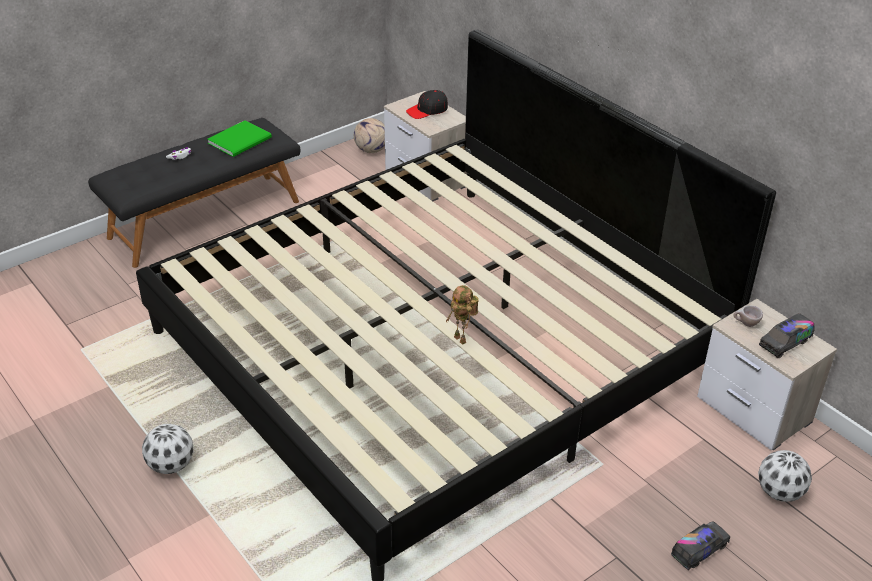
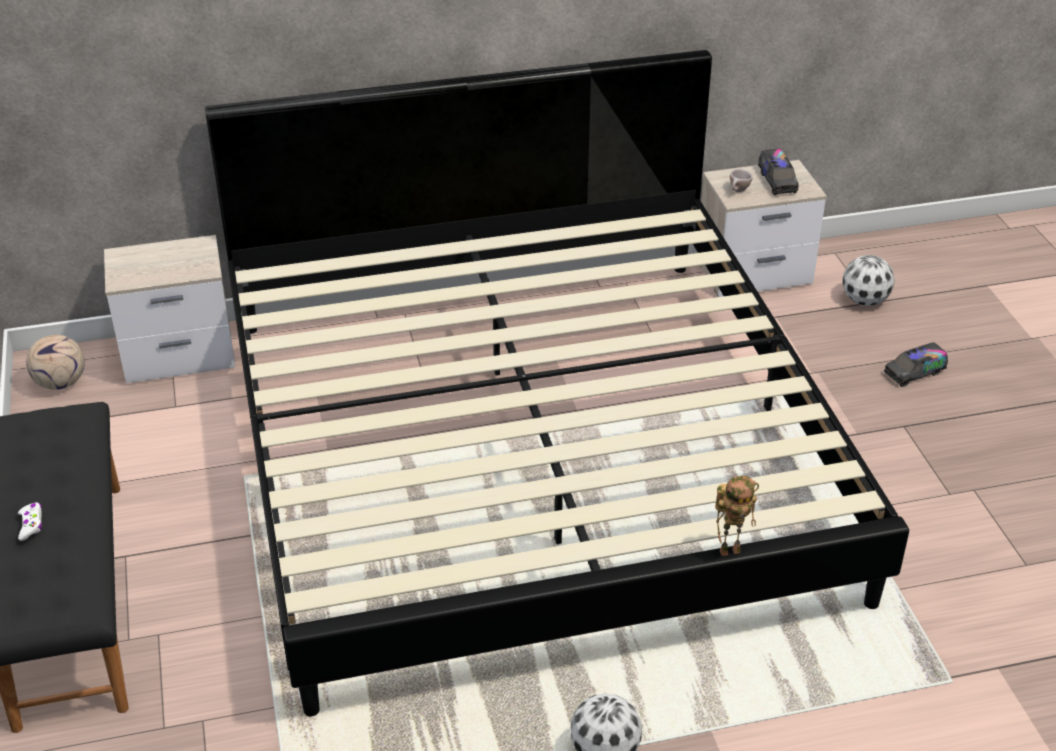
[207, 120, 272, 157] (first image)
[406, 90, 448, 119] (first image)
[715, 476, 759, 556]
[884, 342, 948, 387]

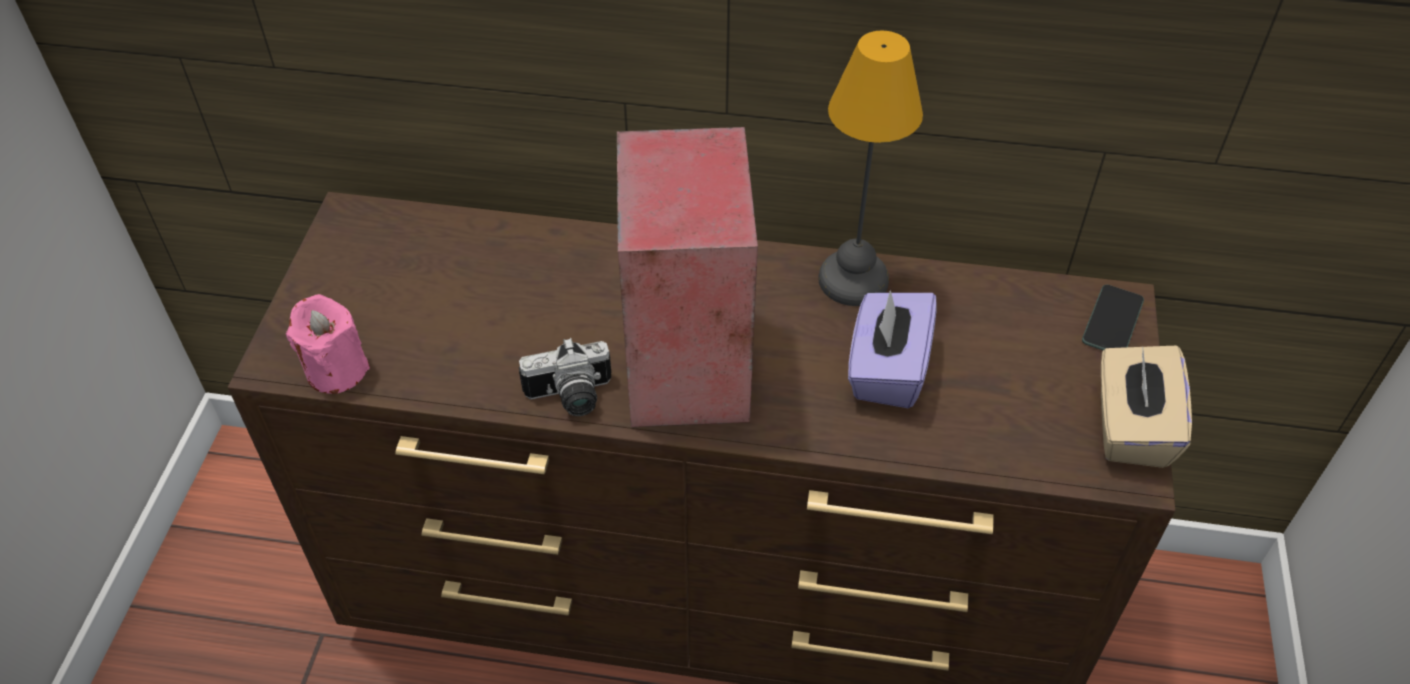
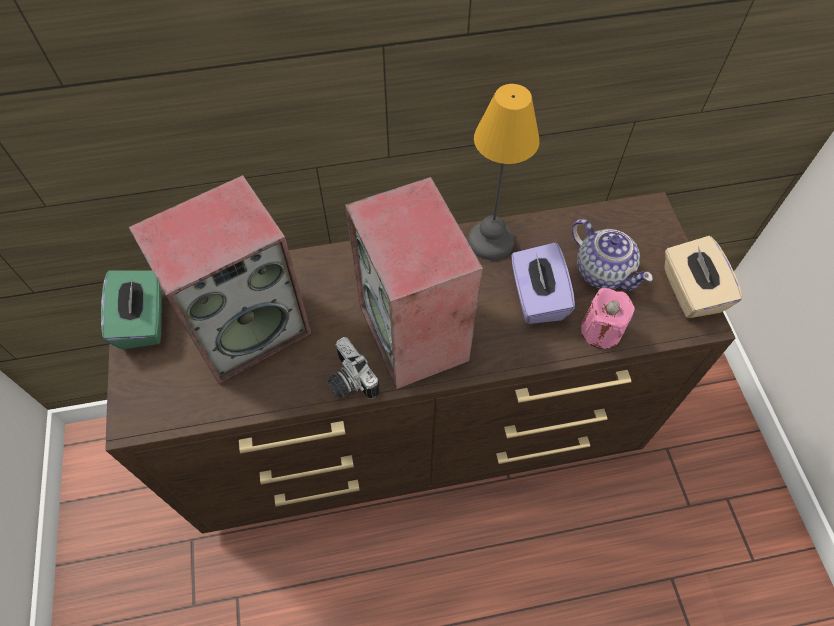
[1082, 285, 1144, 350] (first image)
[101, 270, 162, 349]
[129, 175, 311, 384]
[572, 219, 653, 291]
[581, 288, 635, 349]
[327, 337, 379, 399]

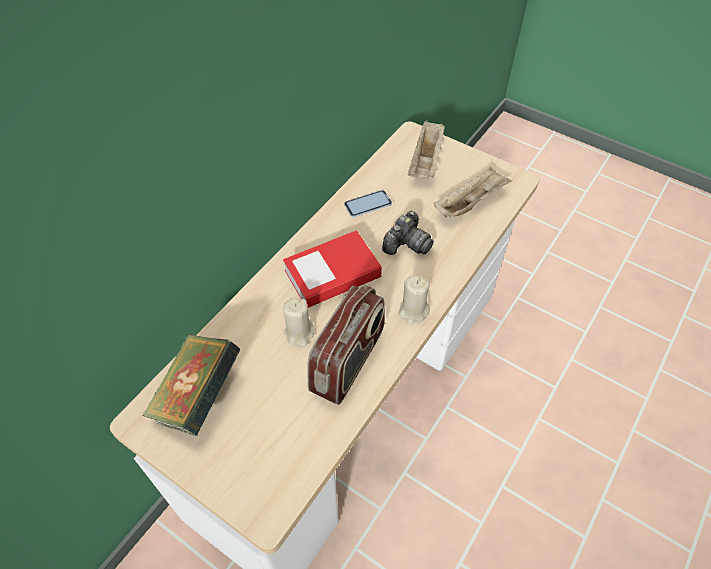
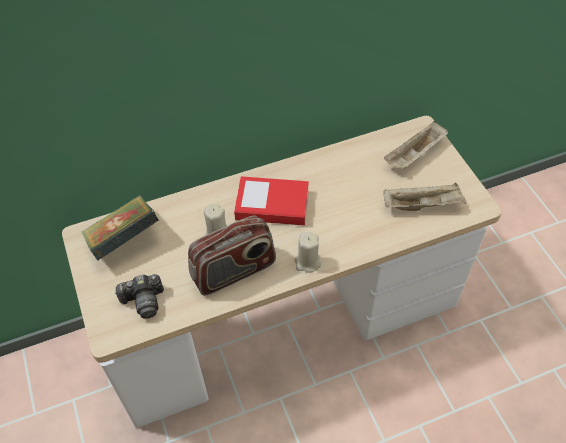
[344, 190, 392, 217] (first image)
[114, 274, 164, 319]

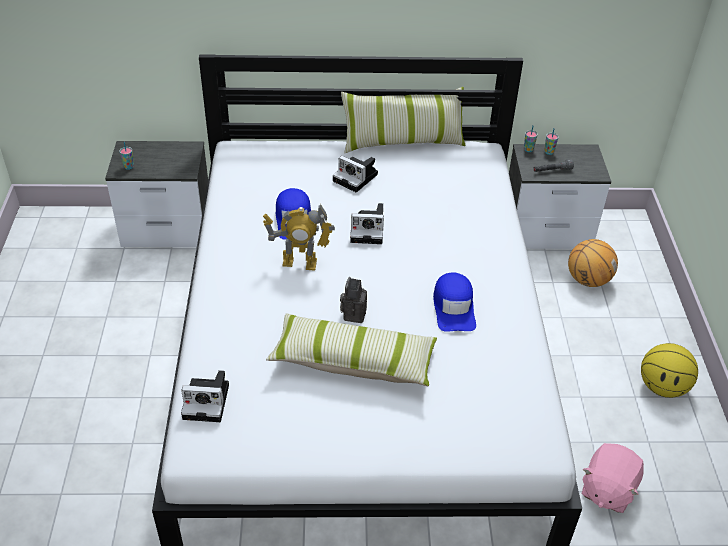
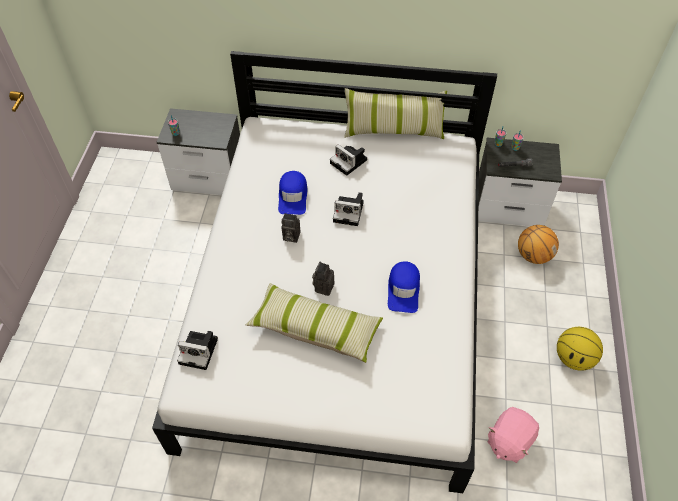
[281, 213, 301, 243]

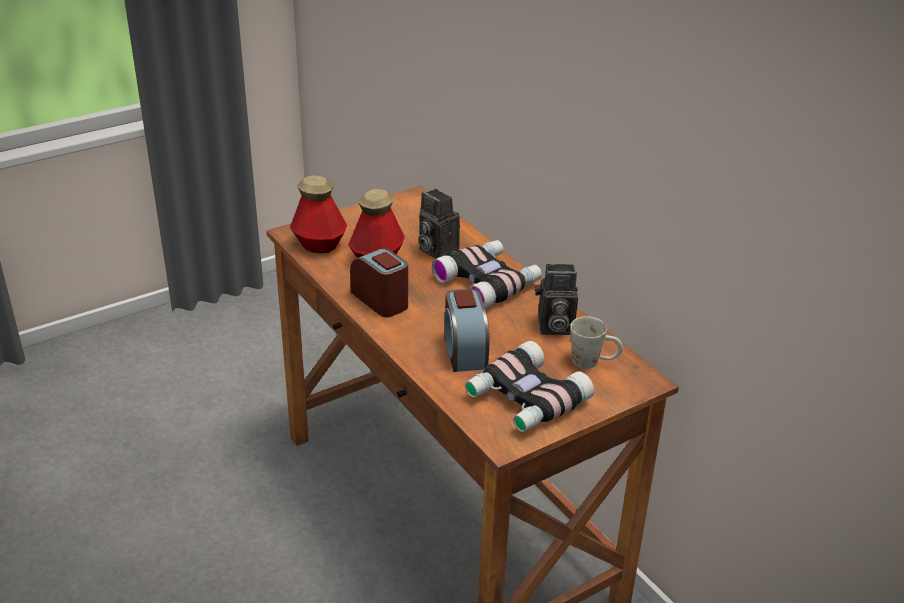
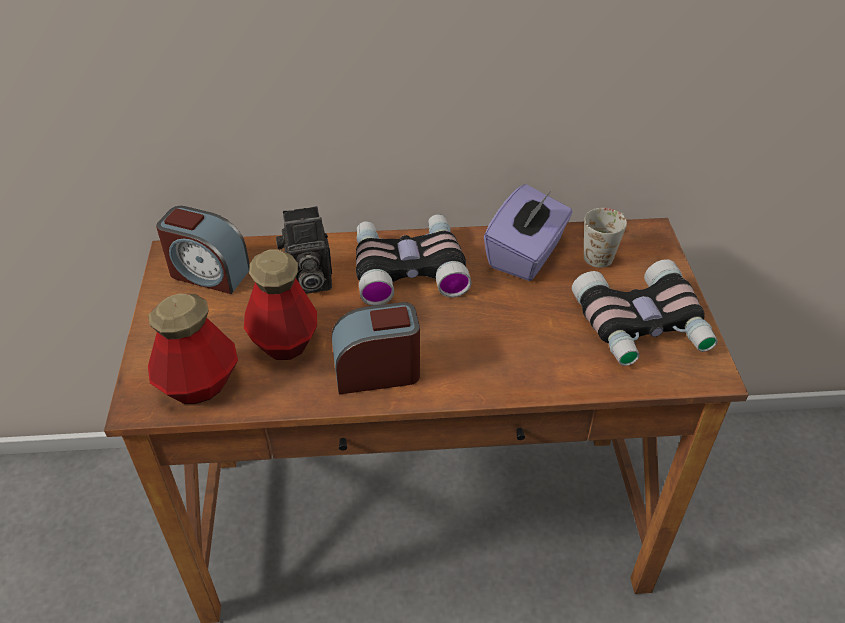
[156, 206, 250, 294]
[484, 184, 573, 281]

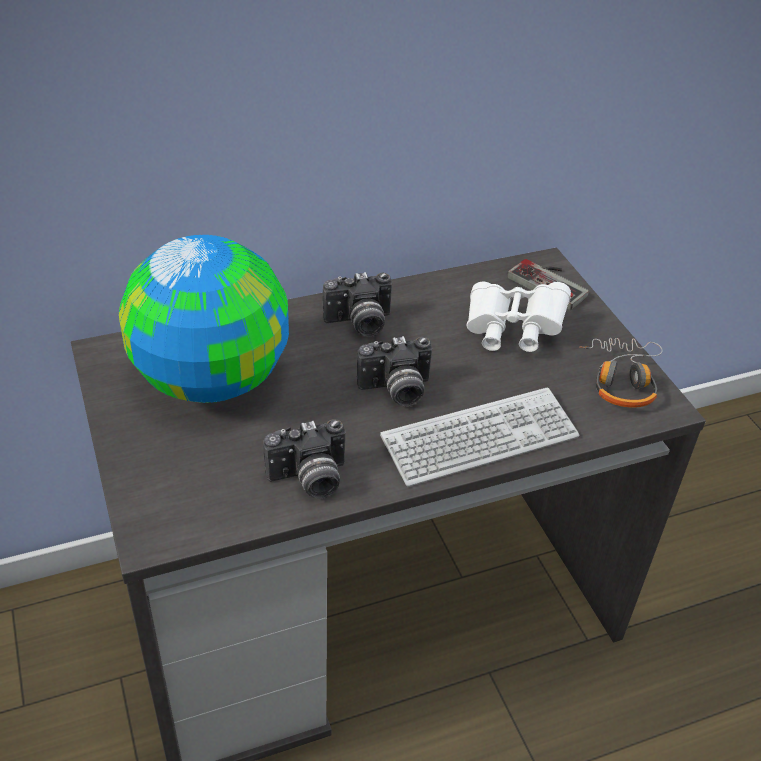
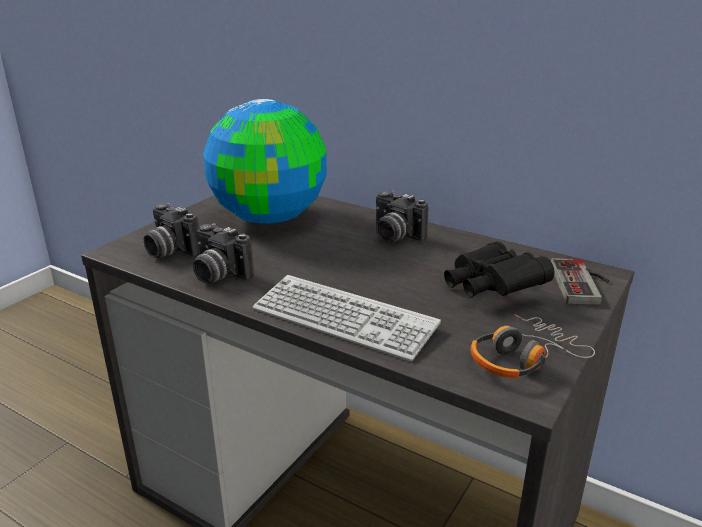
[144, 203, 200, 258]
[444, 241, 555, 298]

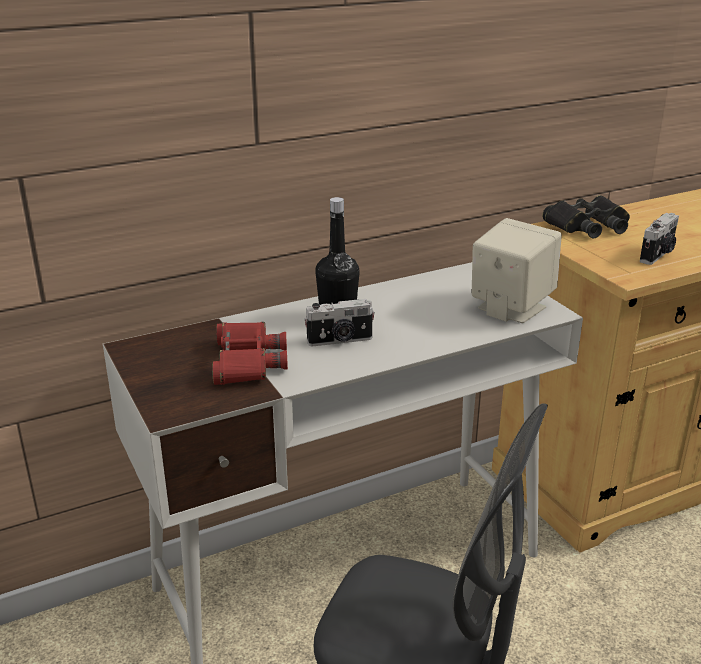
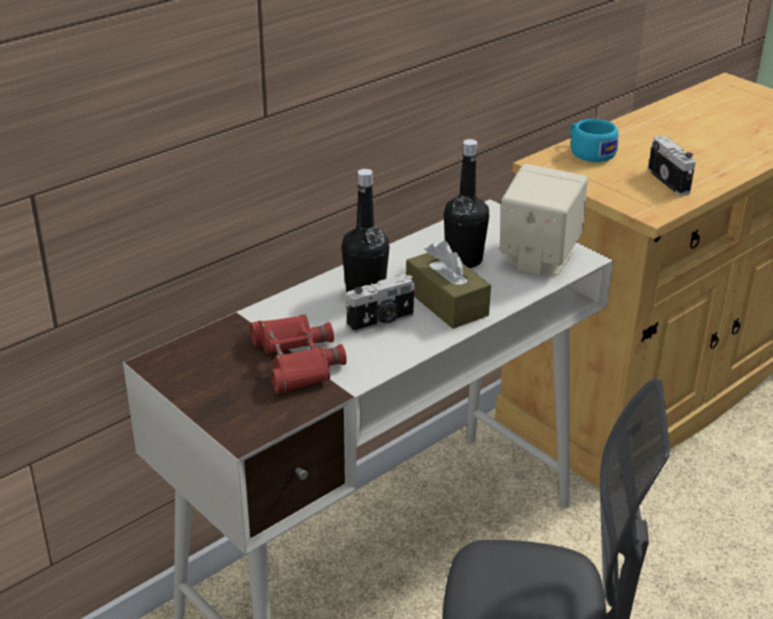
[406, 241, 491, 329]
[444, 139, 490, 268]
[570, 119, 618, 162]
[648, 136, 696, 196]

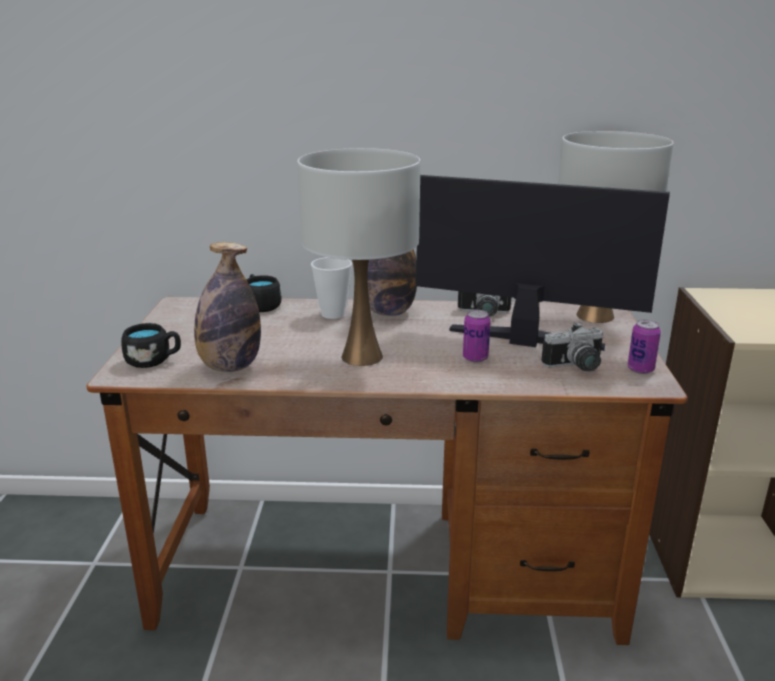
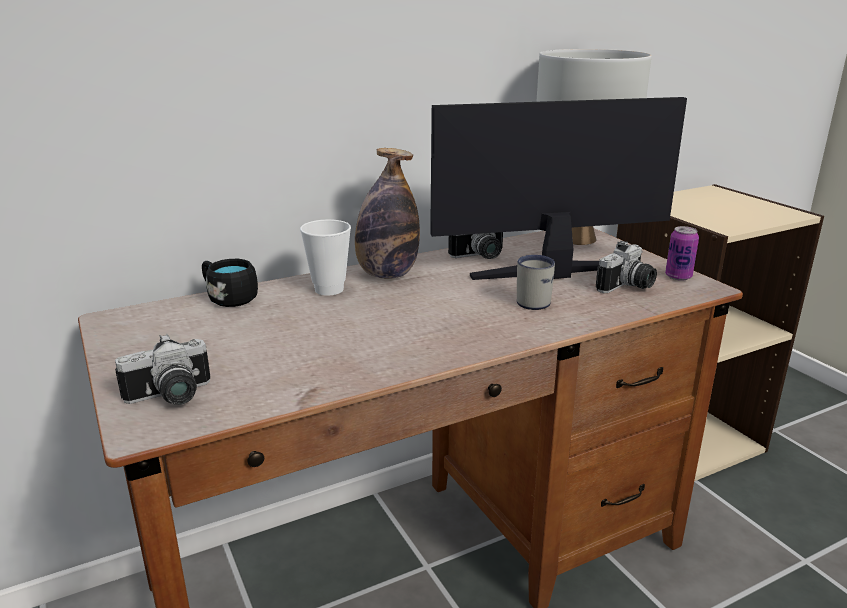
[194, 242, 261, 372] (first image)
[297, 148, 421, 366] (first image)
[115, 334, 210, 405]
[517, 255, 555, 310]

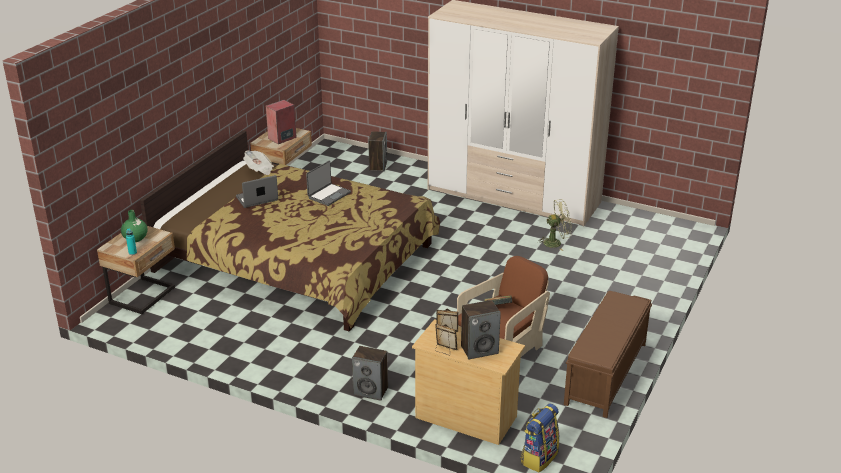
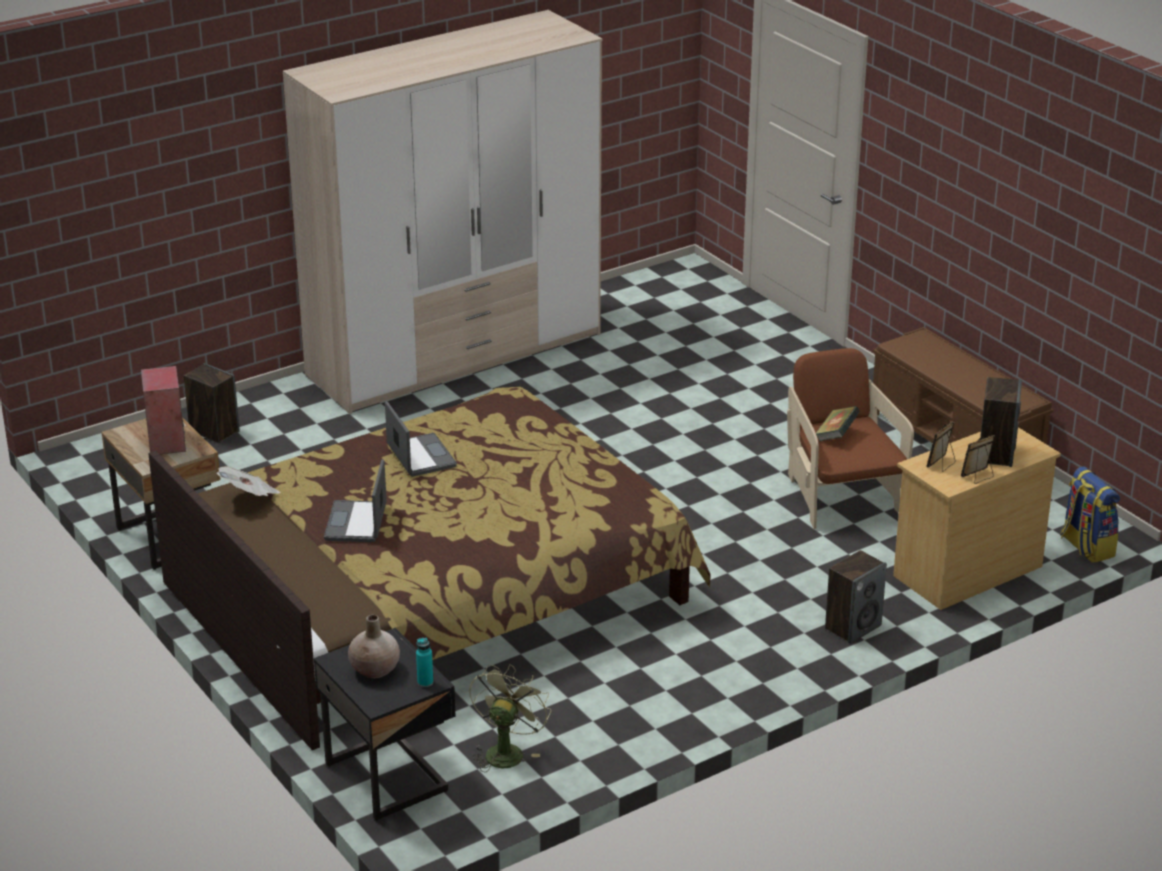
[469, 664, 551, 772]
[314, 628, 456, 821]
[348, 615, 400, 678]

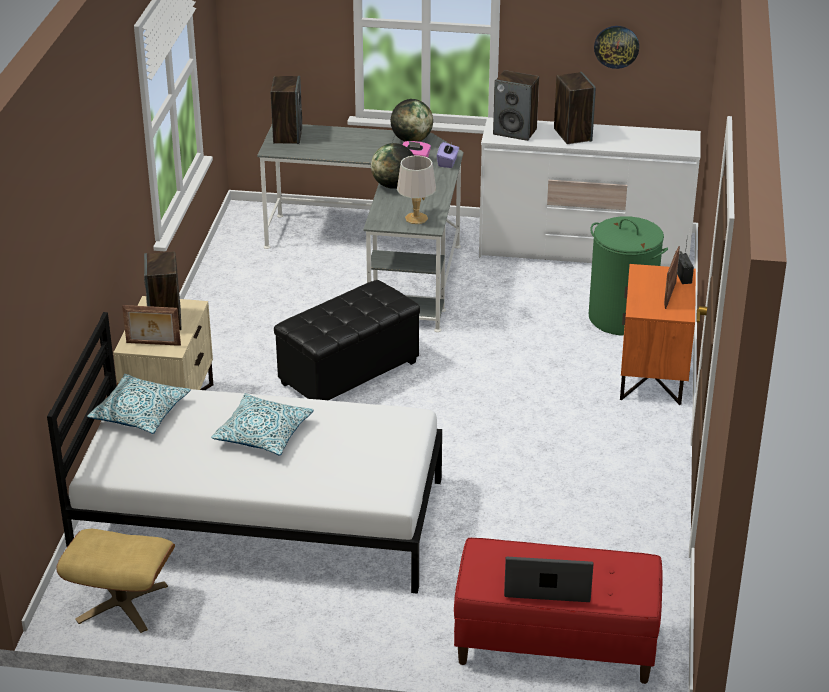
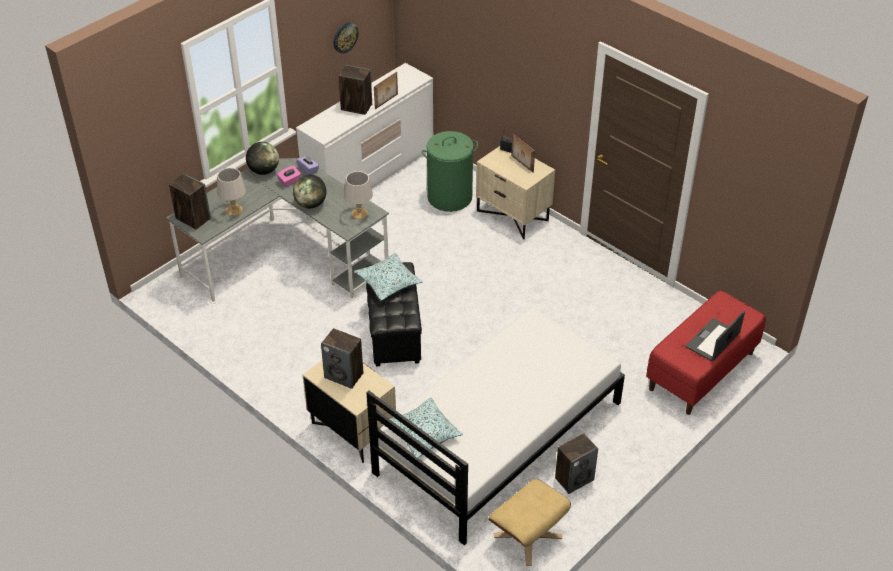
[217, 168, 246, 216]
[374, 72, 398, 109]
[354, 253, 422, 301]
[555, 433, 598, 494]
[476, 146, 555, 239]

